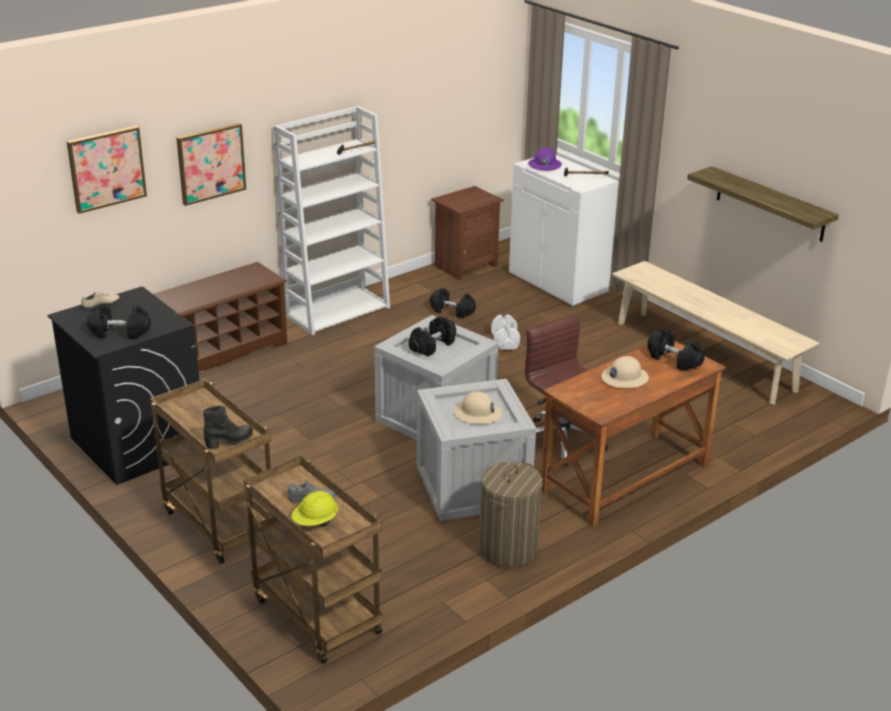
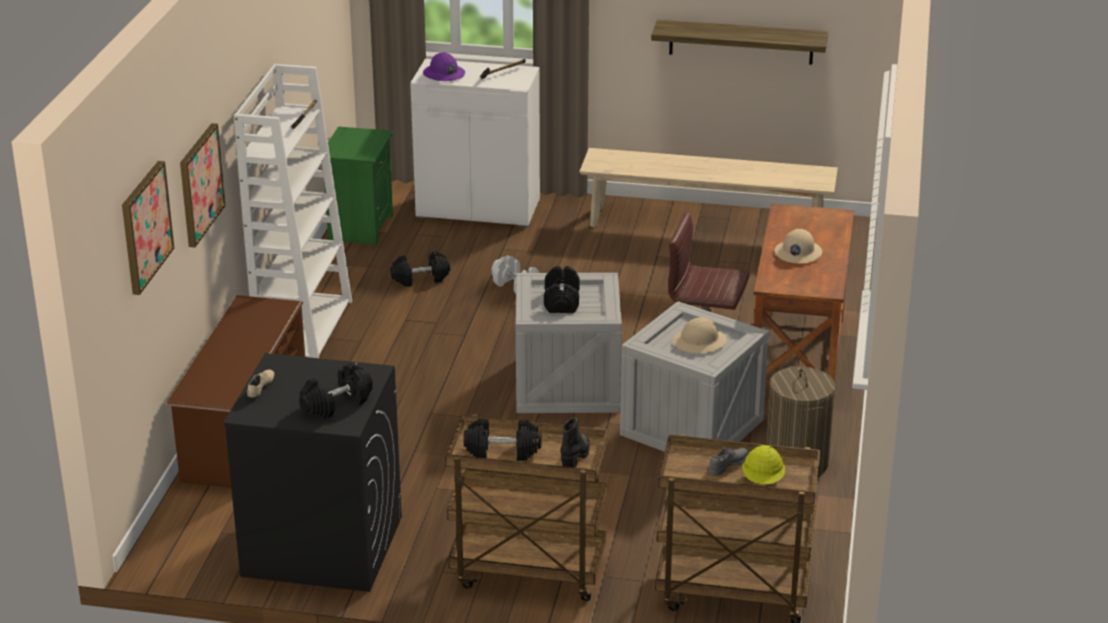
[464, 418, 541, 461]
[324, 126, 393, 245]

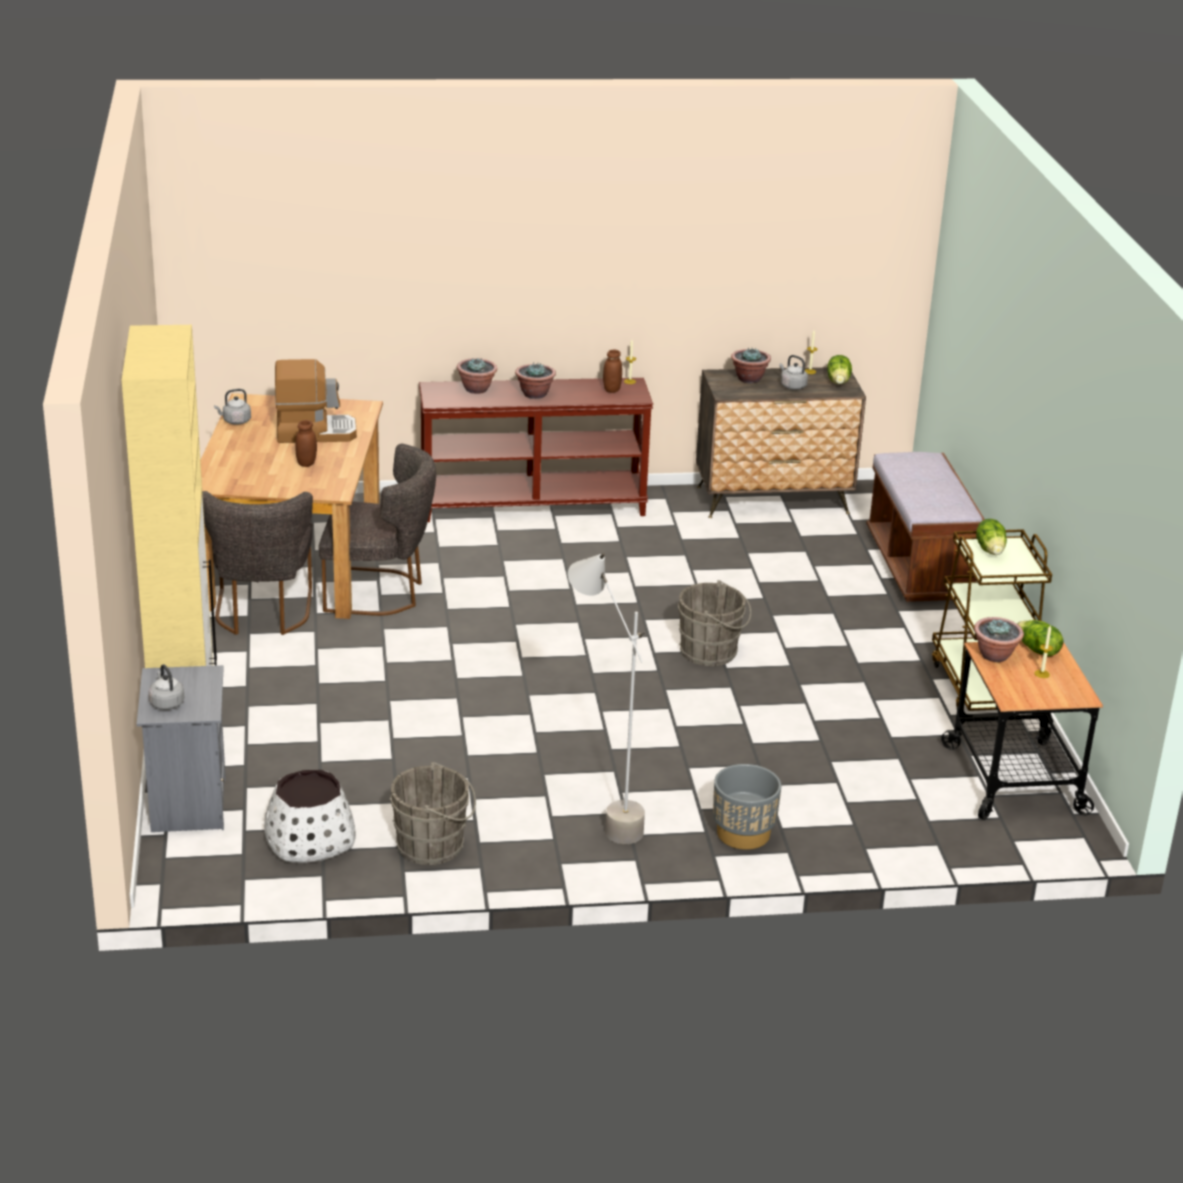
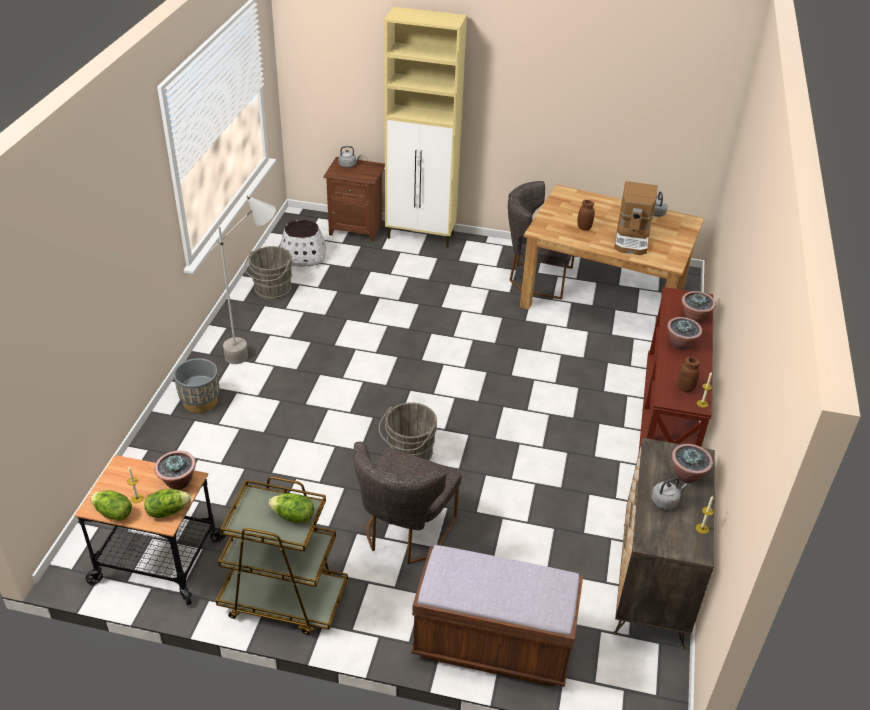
[354, 442, 462, 564]
[90, 490, 132, 521]
[323, 157, 385, 242]

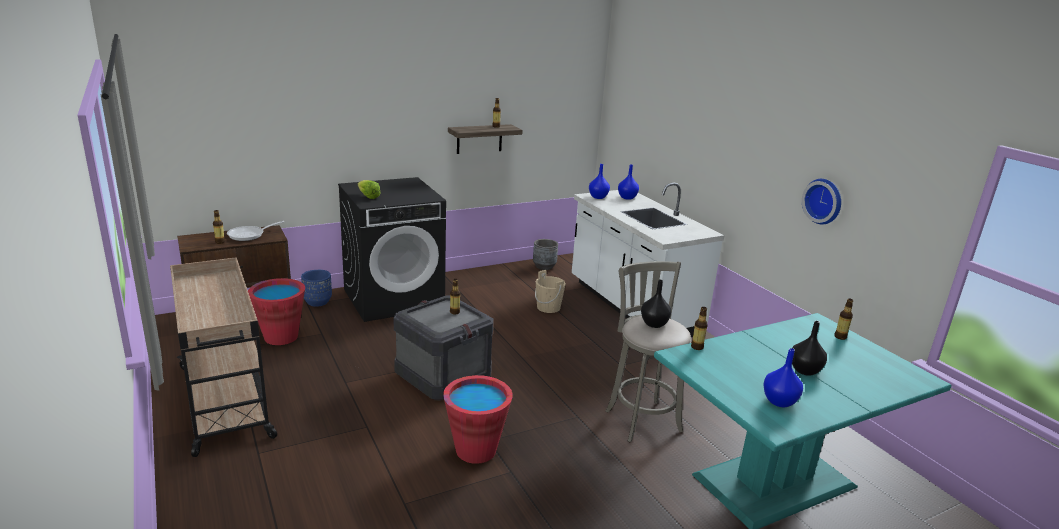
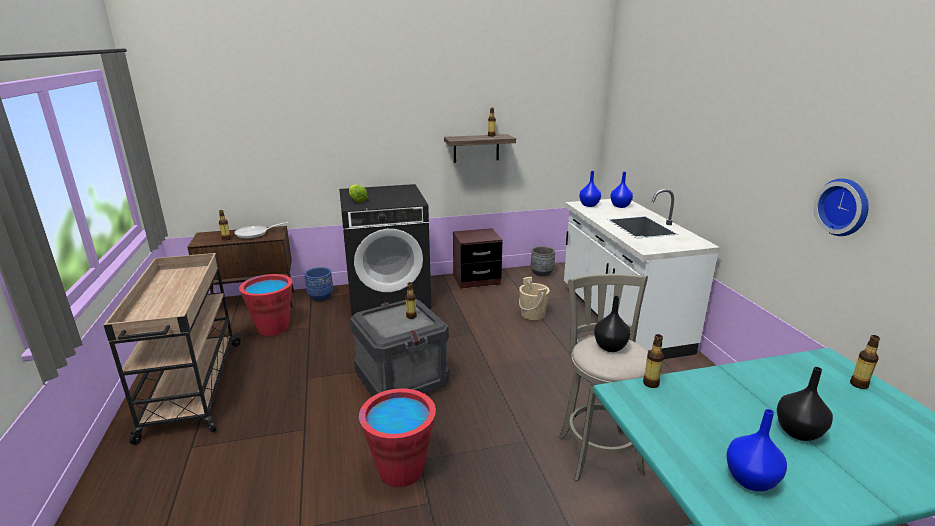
[453, 228, 503, 289]

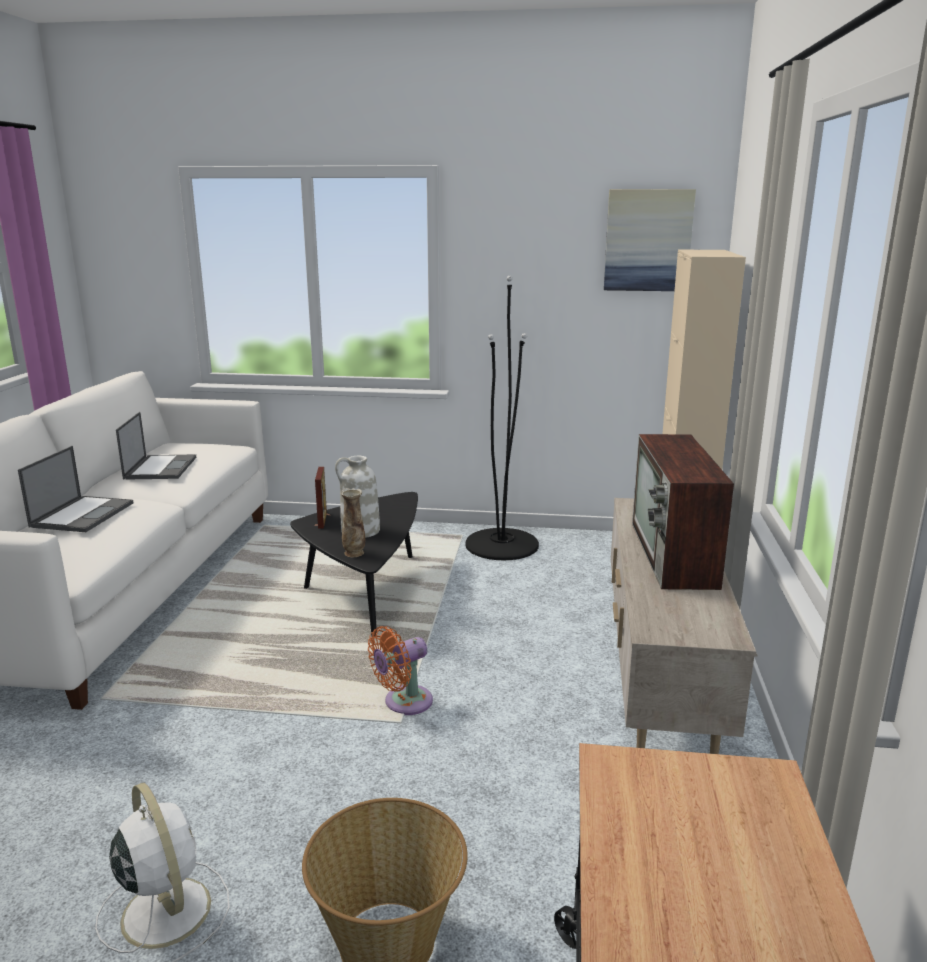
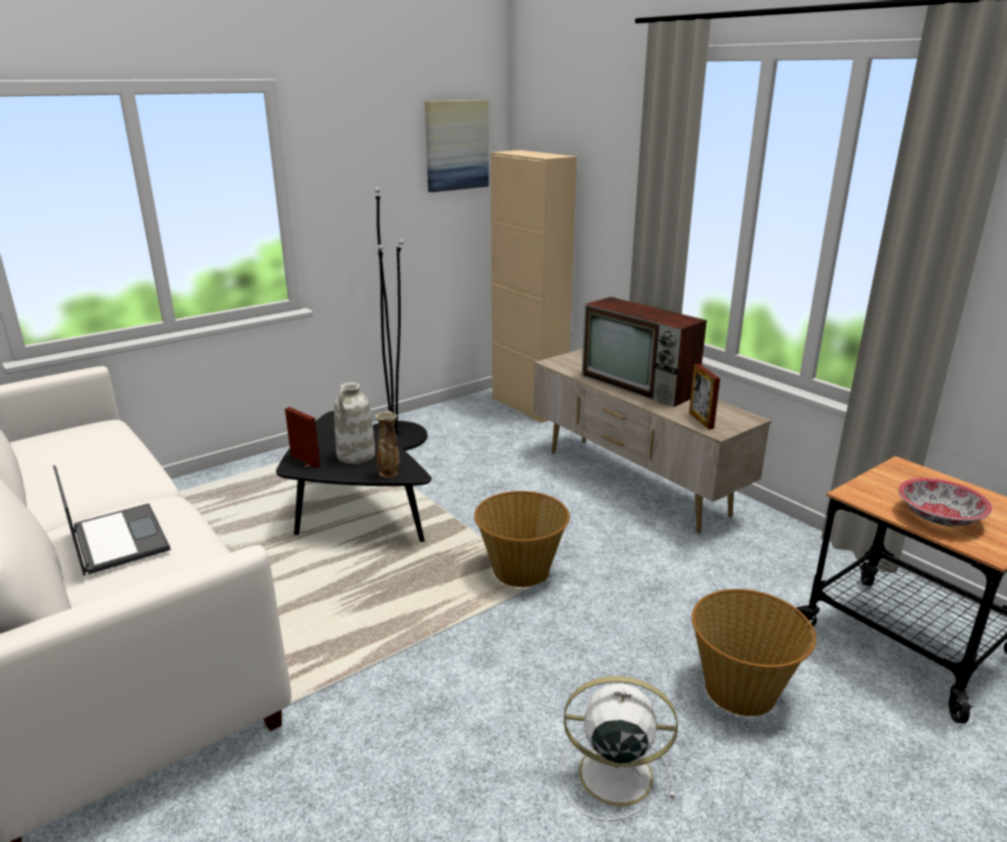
[116, 412, 196, 480] (first image)
[689, 364, 720, 429]
[898, 478, 992, 526]
[474, 491, 570, 587]

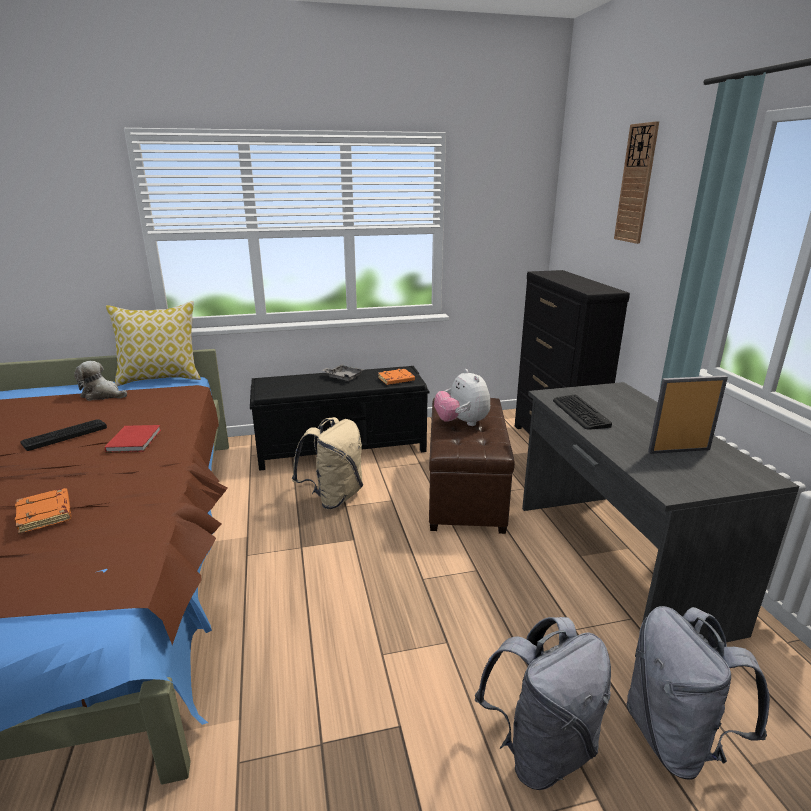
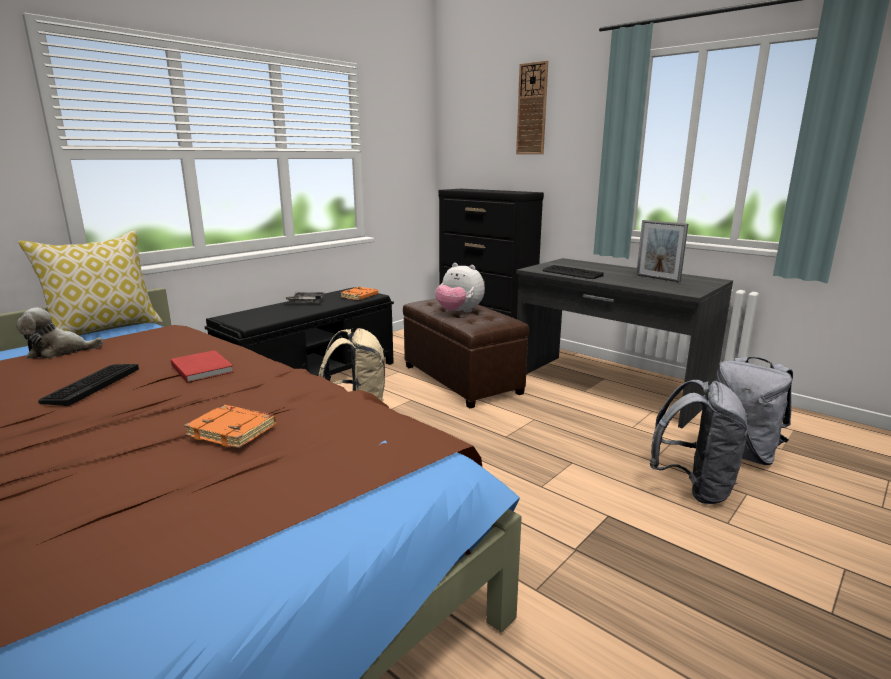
[636, 220, 688, 282]

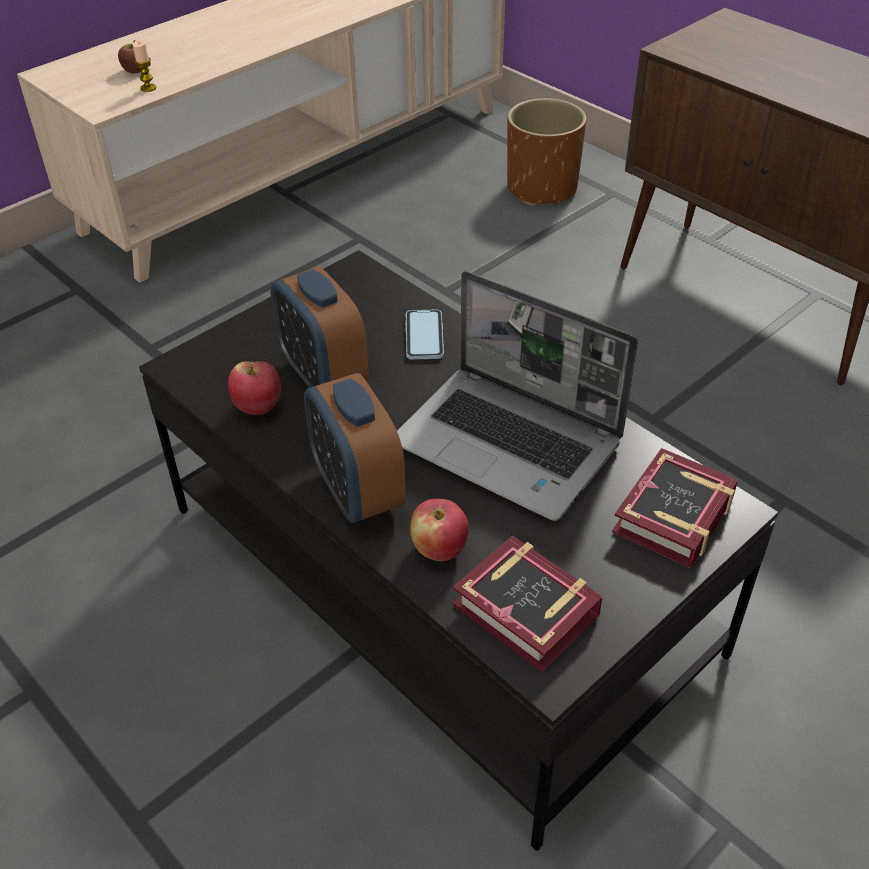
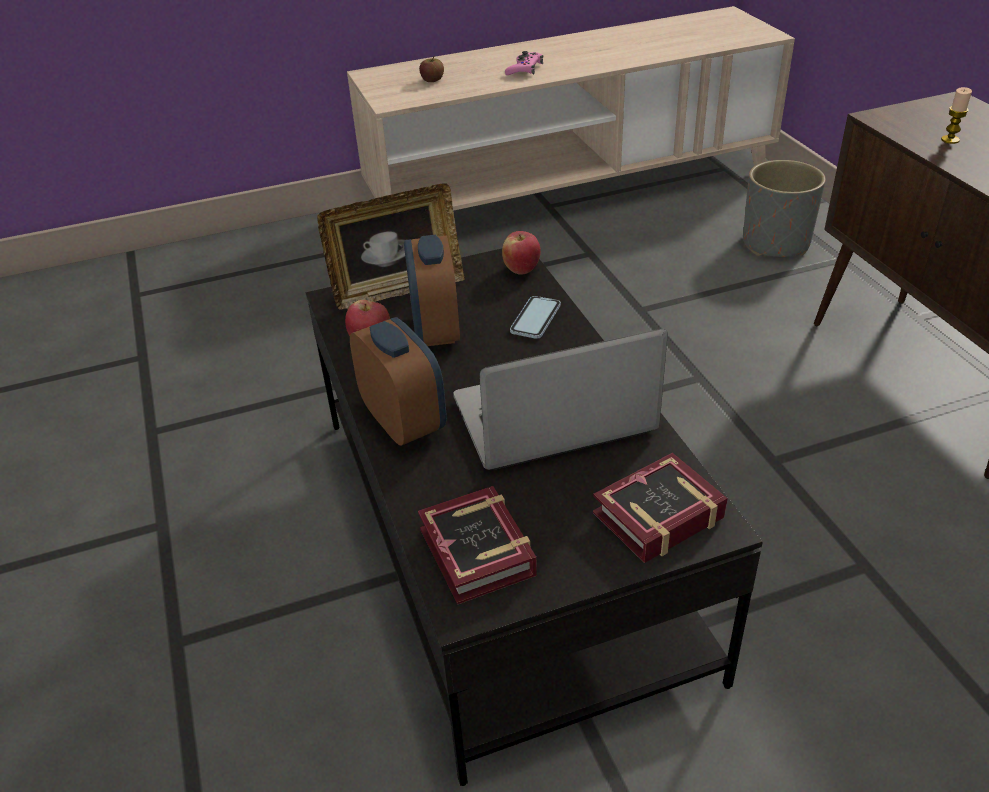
[317, 183, 464, 310]
[505, 51, 543, 75]
[941, 87, 972, 144]
[502, 231, 541, 275]
[743, 160, 826, 257]
[350, 317, 447, 446]
[454, 329, 668, 470]

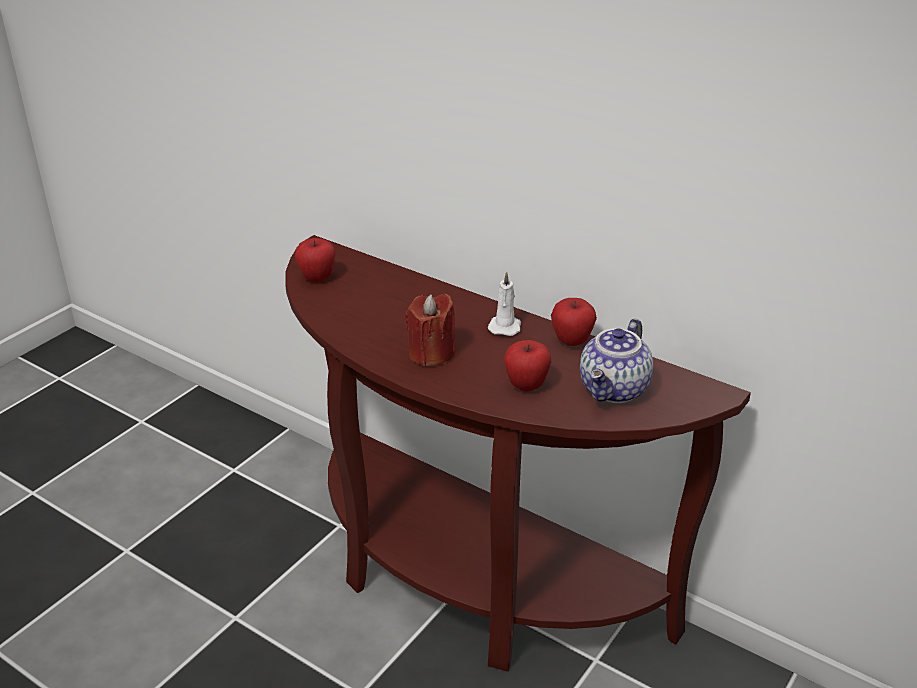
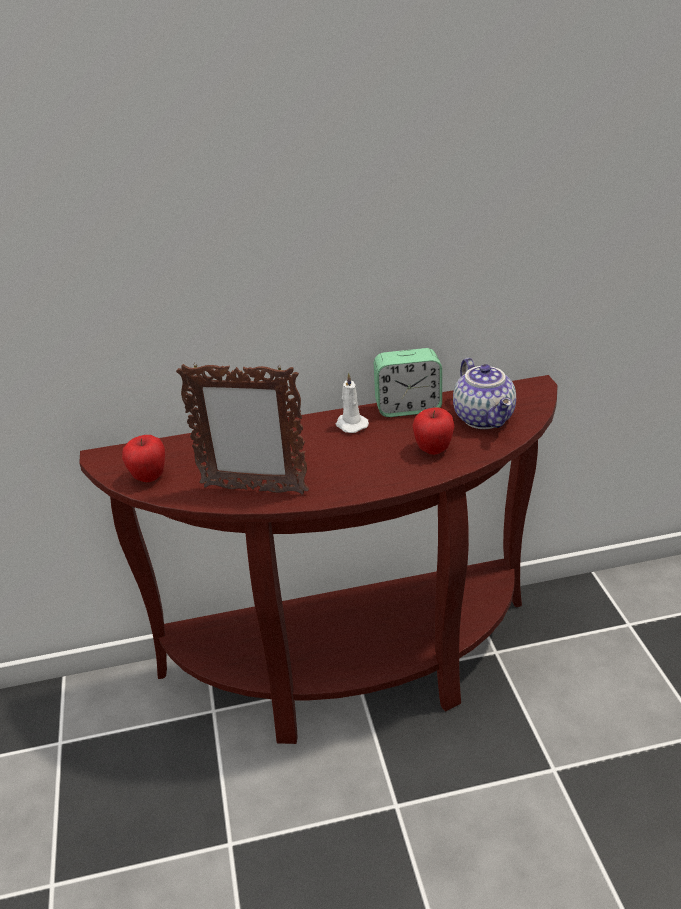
[405, 294, 456, 367] (first image)
[176, 363, 309, 495]
[374, 348, 442, 417]

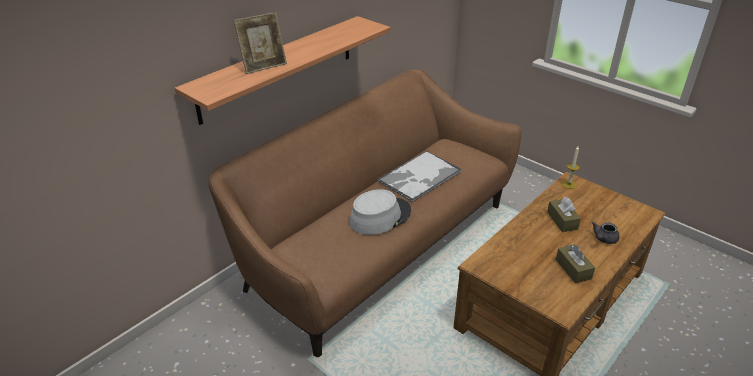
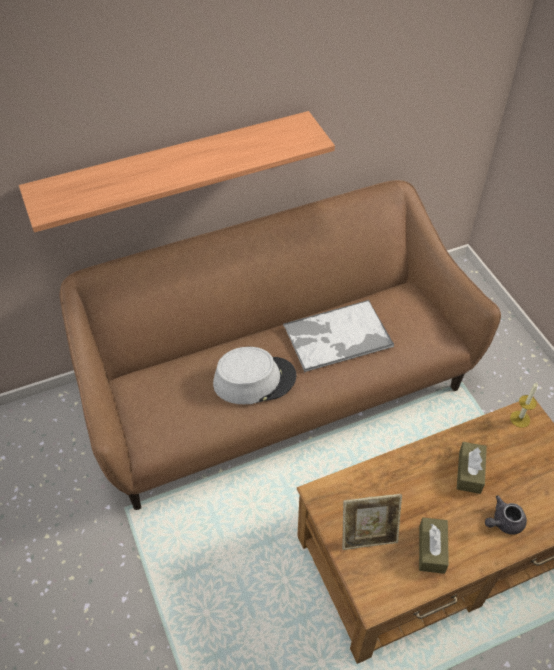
[342, 494, 402, 550]

